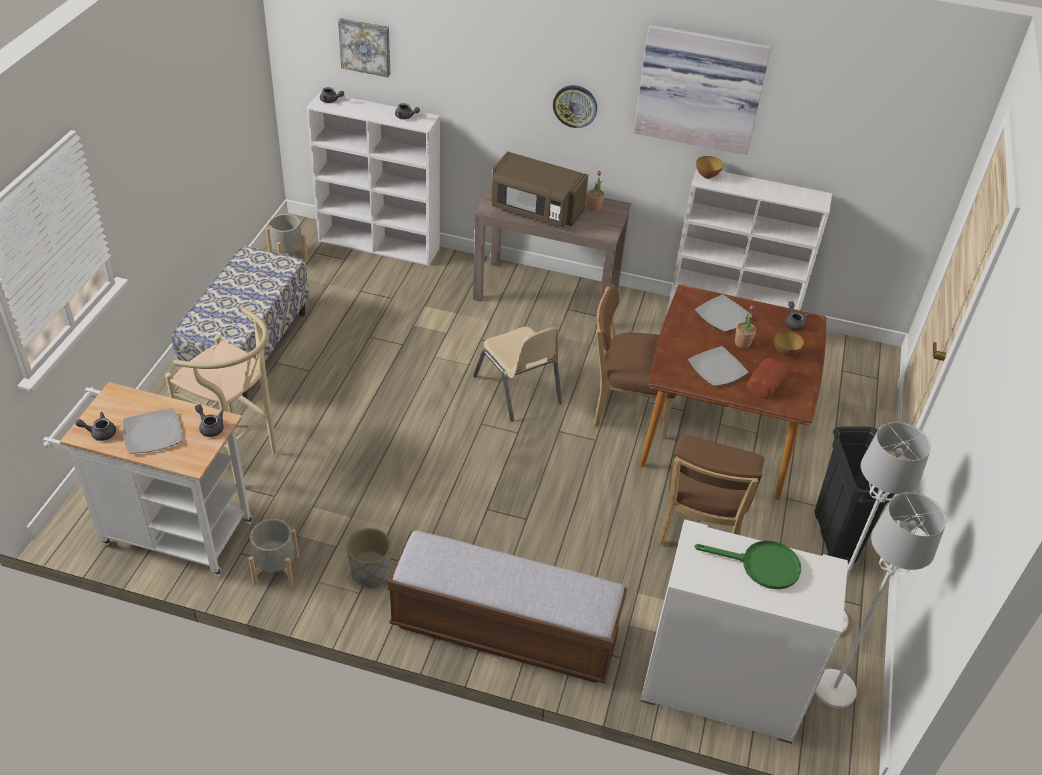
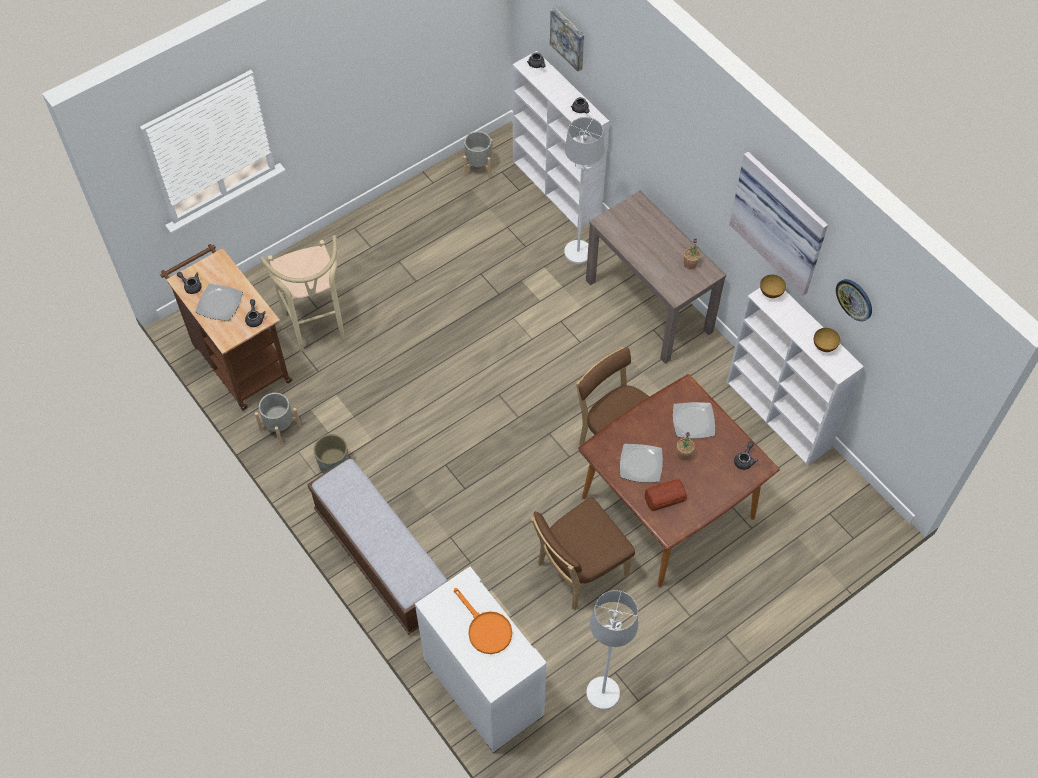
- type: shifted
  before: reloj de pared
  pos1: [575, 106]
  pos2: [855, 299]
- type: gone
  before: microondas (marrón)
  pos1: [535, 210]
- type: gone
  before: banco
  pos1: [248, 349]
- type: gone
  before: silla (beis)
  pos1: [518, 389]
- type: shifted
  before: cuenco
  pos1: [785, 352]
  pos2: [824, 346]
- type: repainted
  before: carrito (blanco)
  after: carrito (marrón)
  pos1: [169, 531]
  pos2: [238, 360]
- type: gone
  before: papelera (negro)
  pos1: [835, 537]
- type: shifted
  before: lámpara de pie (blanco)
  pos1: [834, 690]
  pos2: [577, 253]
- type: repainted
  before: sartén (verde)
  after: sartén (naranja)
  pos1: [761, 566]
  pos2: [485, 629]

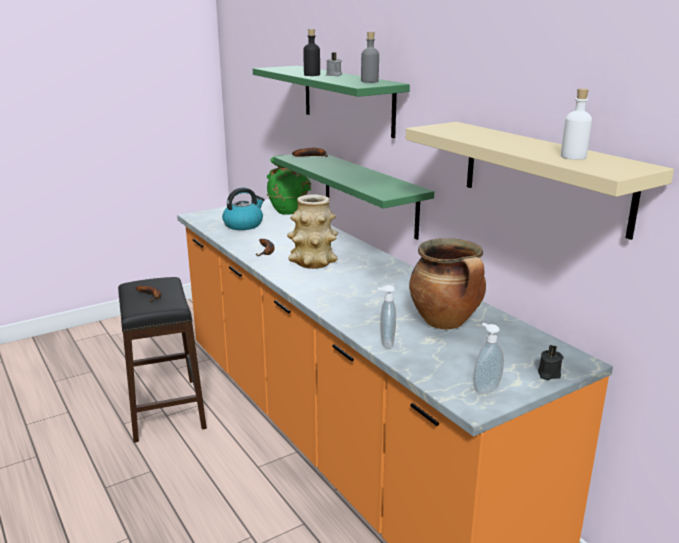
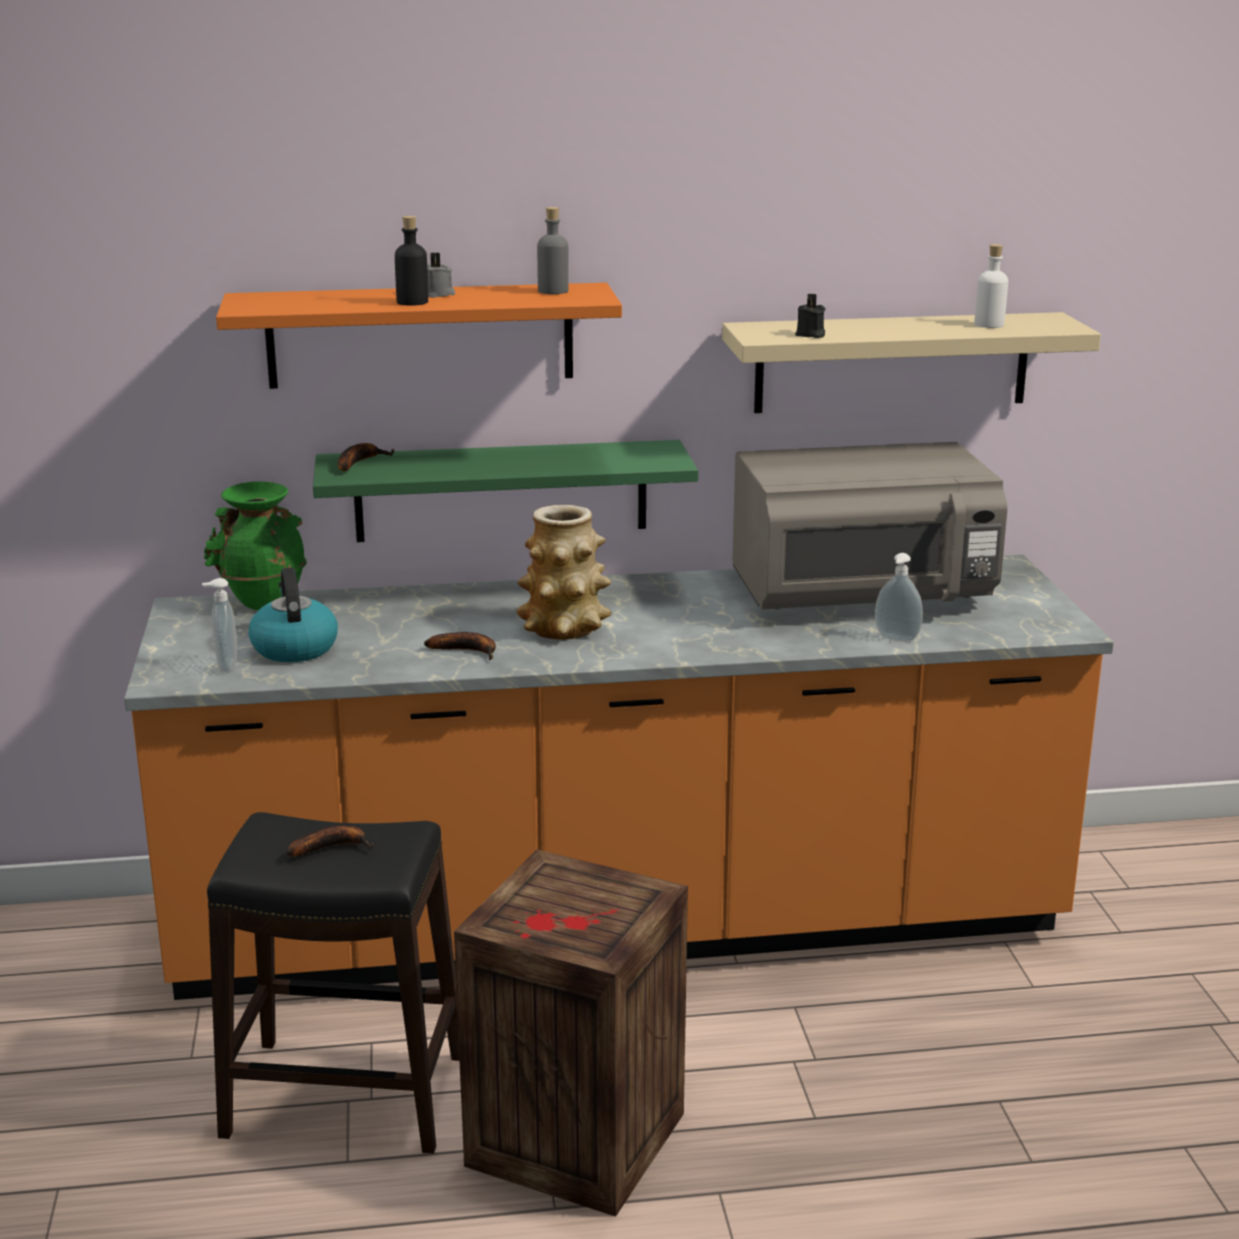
- type: repainted
  before: estante (verde)
  after: estante (naranja)
  pos1: [347, 99]
  pos2: [420, 335]
- type: swapped
  before: olla
  after: microondas (gris)
  pos1: [446, 323]
  pos2: [862, 596]
- type: shifted
  before: dispensador de jabón
  pos1: [485, 388]
  pos2: [224, 666]
- type: shifted
  before: vela (negro)
  pos1: [548, 374]
  pos2: [810, 335]
- type: new
  after: caja de embalaje
  pos2: [577, 1142]

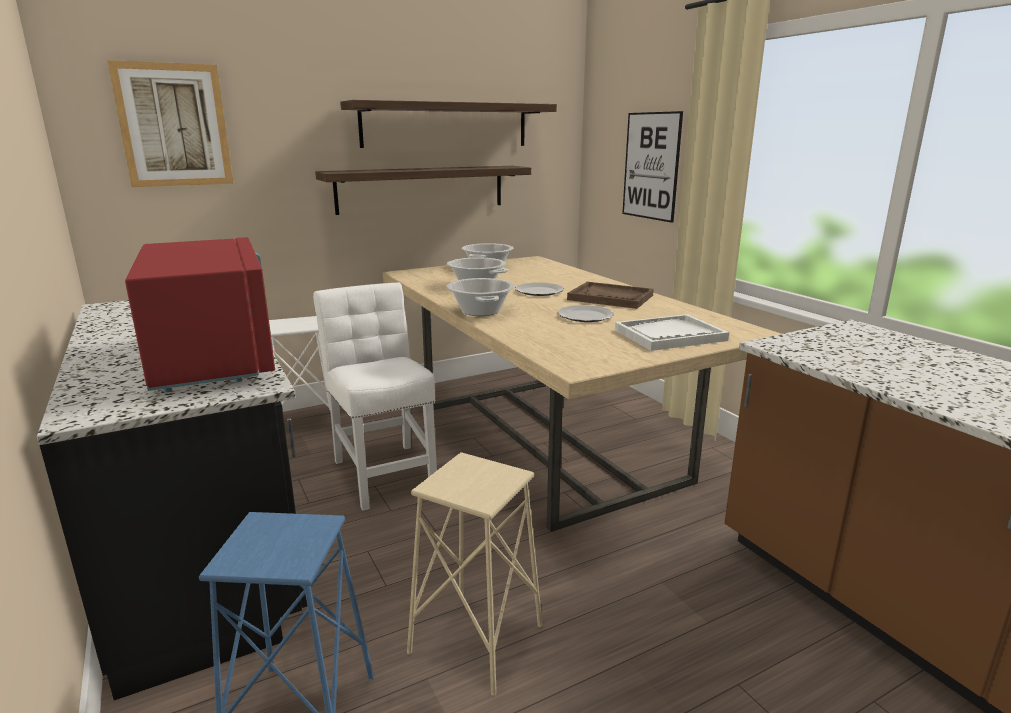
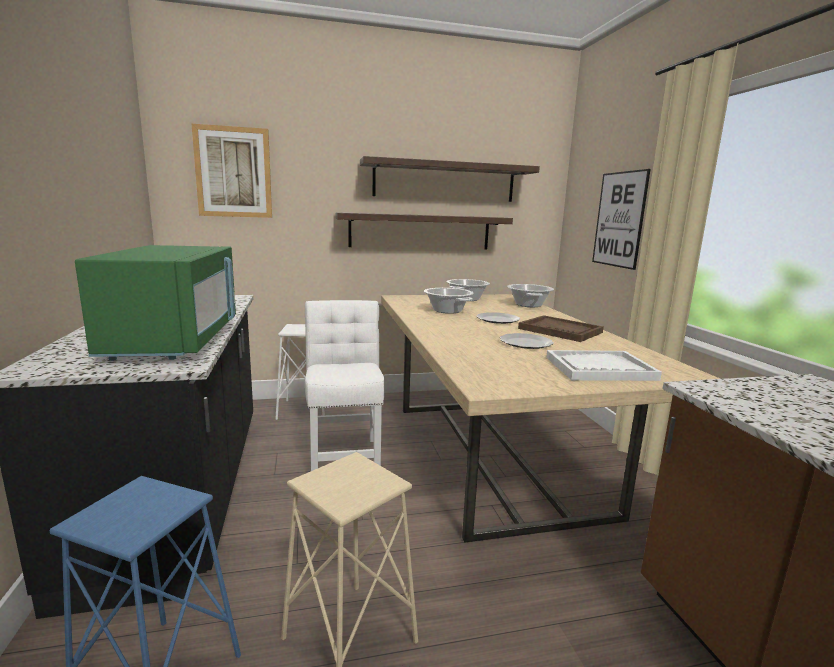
- type: repainted
  before: microondas (rojo)
  after: microondas (verde)
  pos1: [214, 359]
  pos2: [176, 340]
- type: shifted
  before: olla
  pos1: [481, 311]
  pos2: [529, 305]

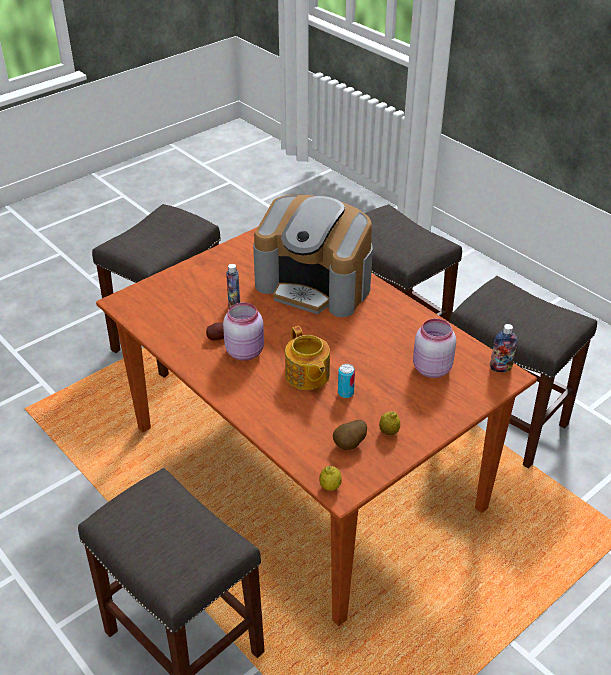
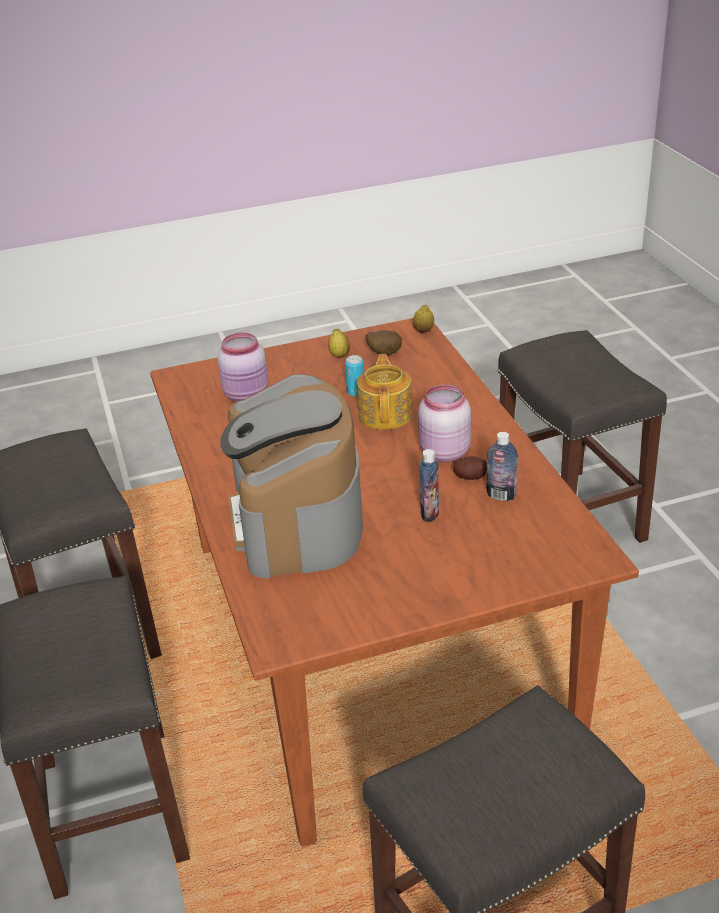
- type: rotated
  before: cafetera
  pos1: [315, 285]
  pos2: [296, 519]
  turn: -150
- type: shifted
  before: botella
  pos1: [500, 368]
  pos2: [501, 495]

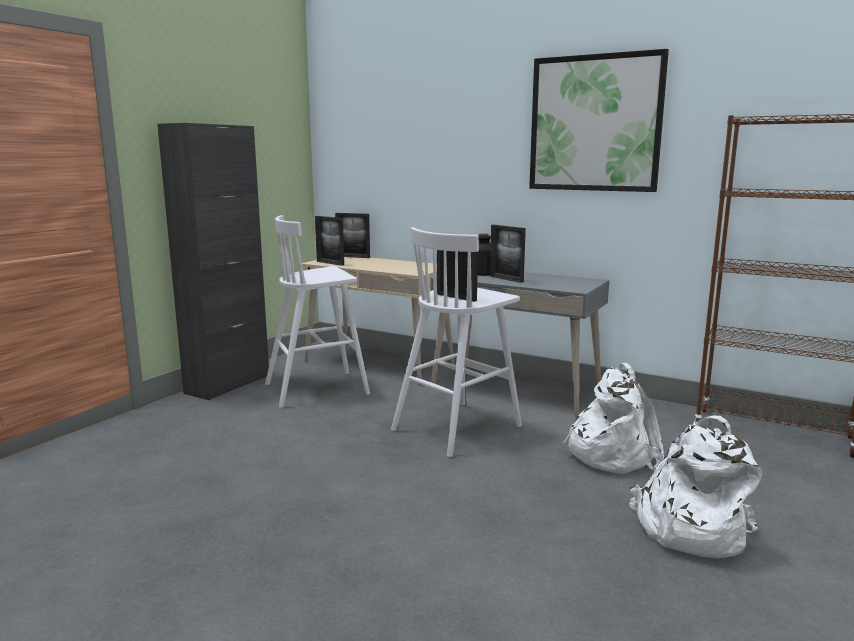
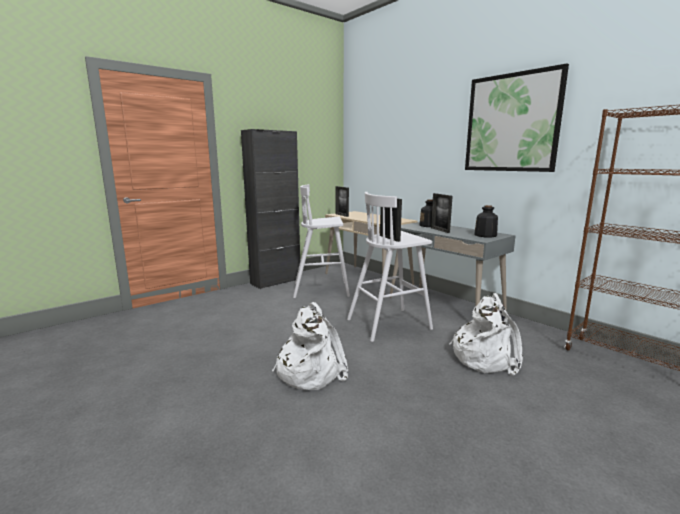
- type: gone
  before: portarretratos
  pos1: [353, 257]
- type: shifted
  before: mochila (blanco)
  pos1: [688, 529]
  pos2: [309, 372]
- type: new
  after: botella
  pos2: [485, 235]

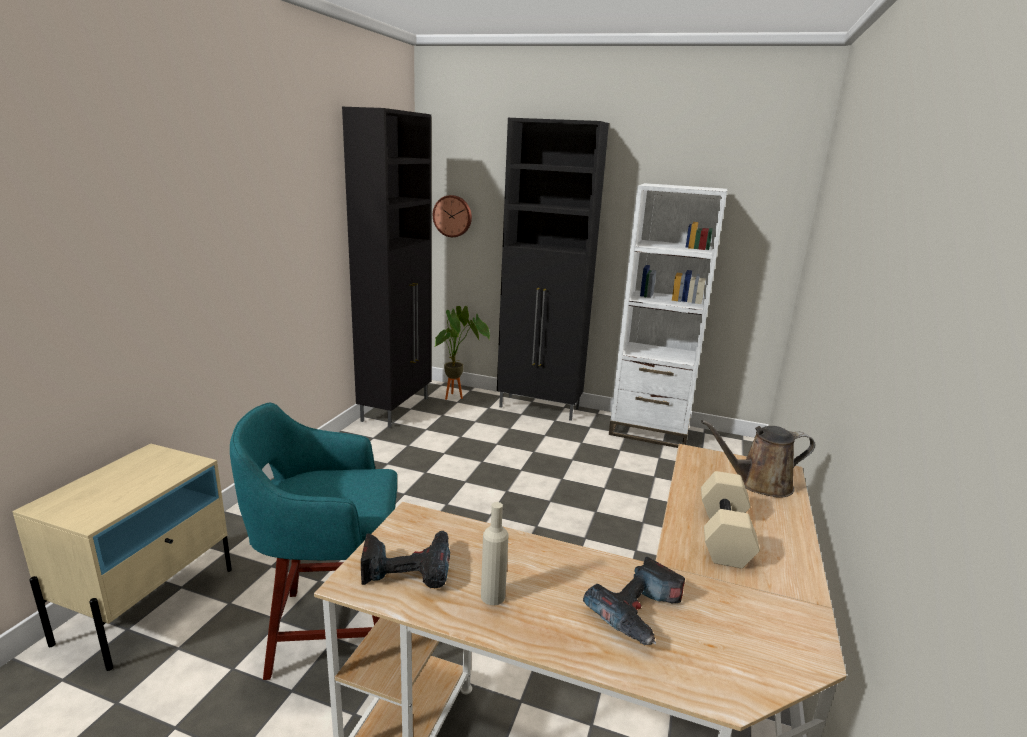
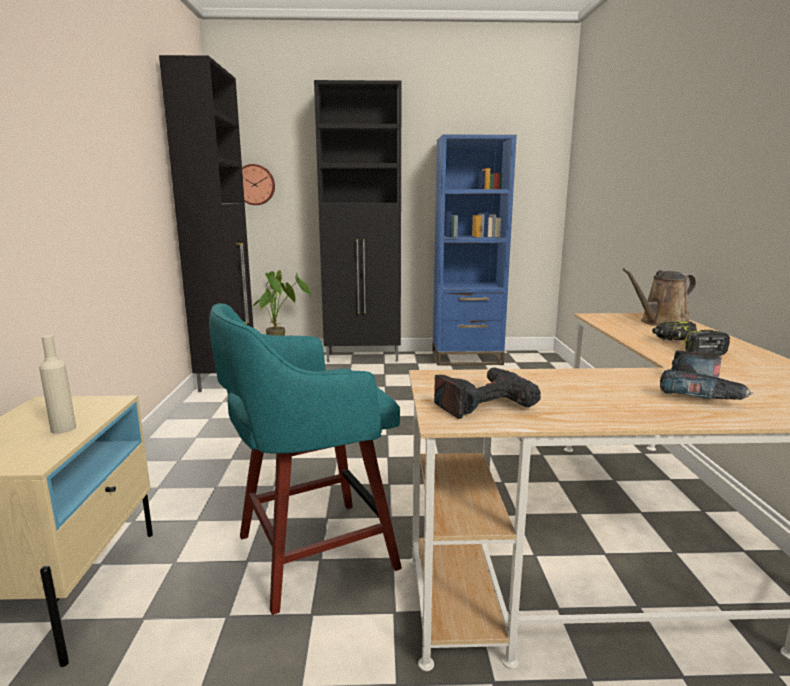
- type: repainted
  before: estantería (blanco)
  after: estantería (azul)
  pos1: [649, 431]
  pos2: [466, 358]
- type: swapped
  before: mancuerna (beis)
  after: taladro
  pos1: [725, 536]
  pos2: [685, 347]
- type: shifted
  before: botella (beis)
  pos1: [493, 596]
  pos2: [63, 429]

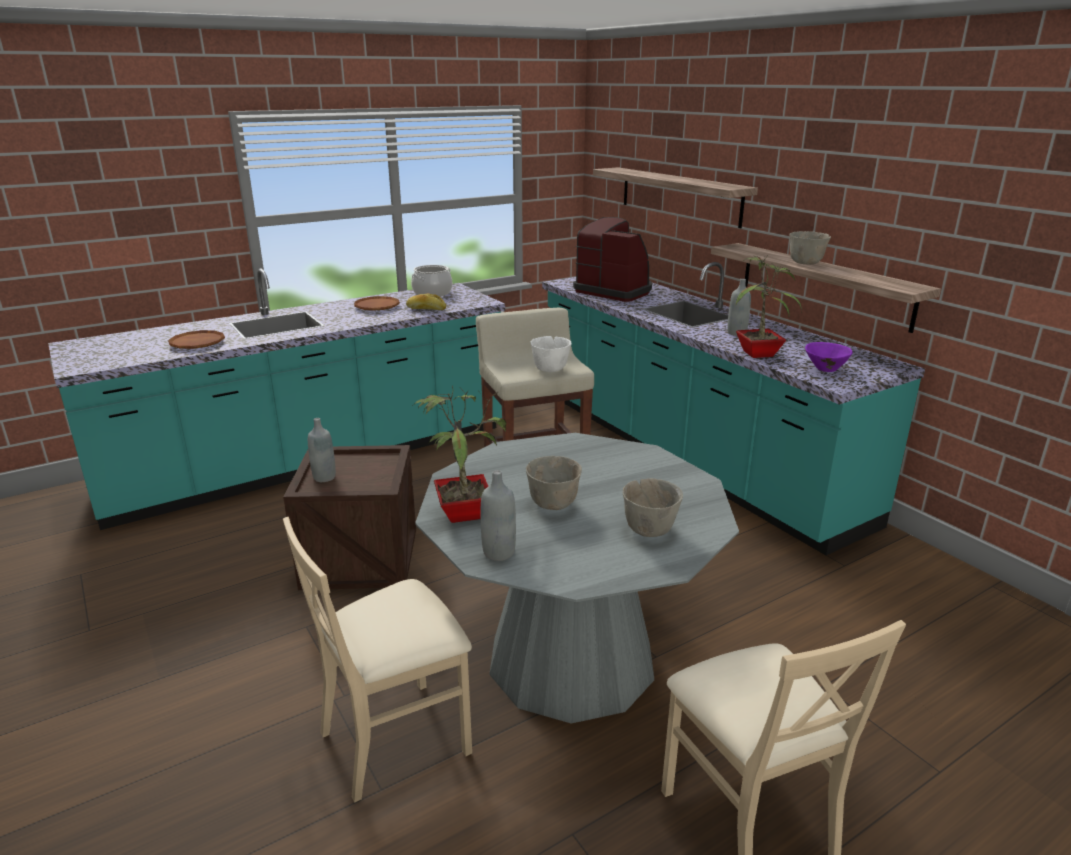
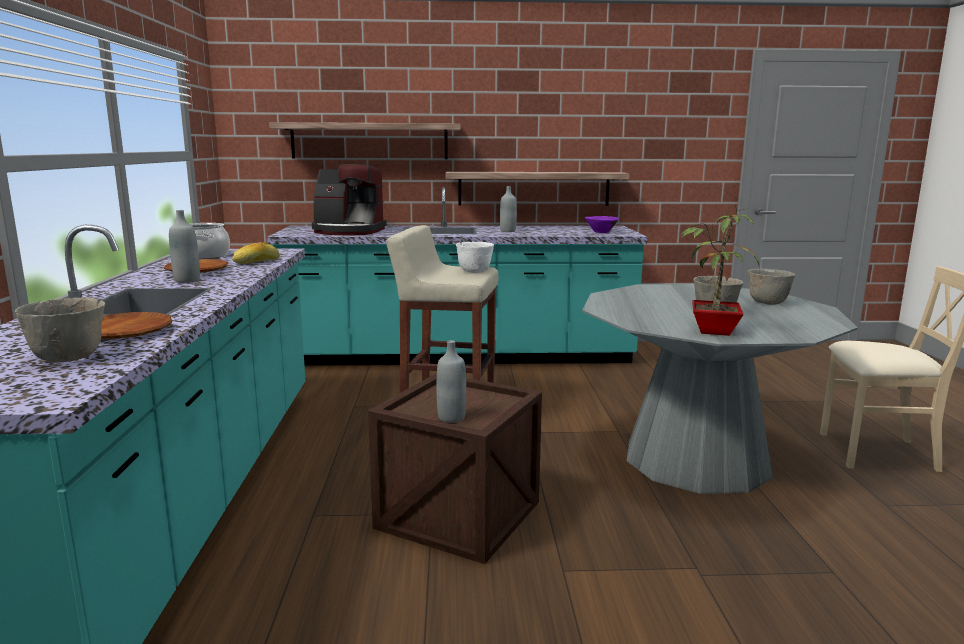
- type: rotated
  before: cafetera
  pos1: [614, 291]
  pos2: [348, 231]
  turn: -150
- type: shifted
  before: cuenco (gris)
  pos1: [806, 263]
  pos2: [70, 358]
- type: gone
  before: planta en maceta
  pos1: [760, 354]
- type: shifted
  before: botella (gris)
  pos1: [499, 552]
  pos2: [187, 280]
- type: gone
  before: silla (beis)
  pos1: [396, 738]

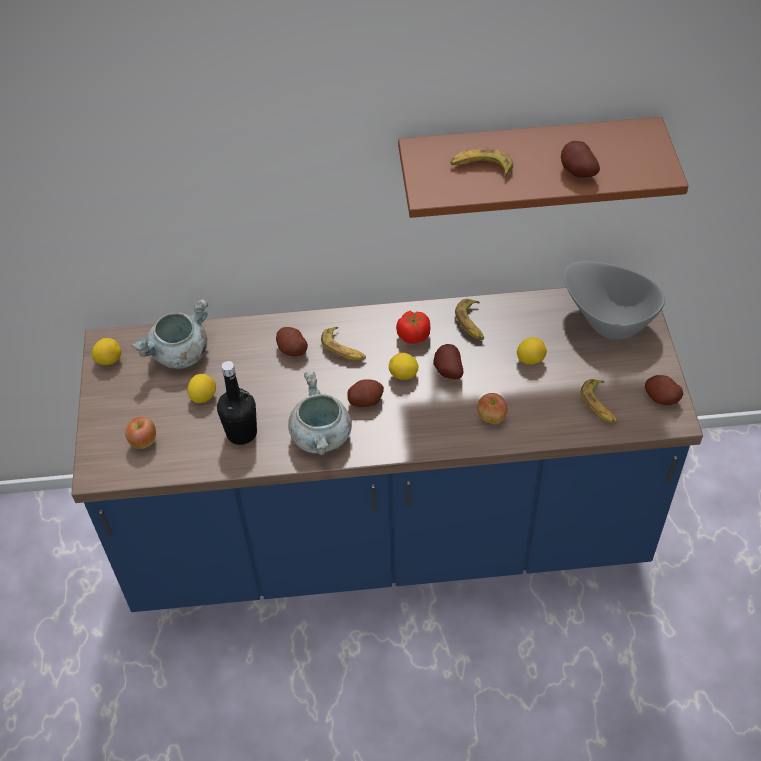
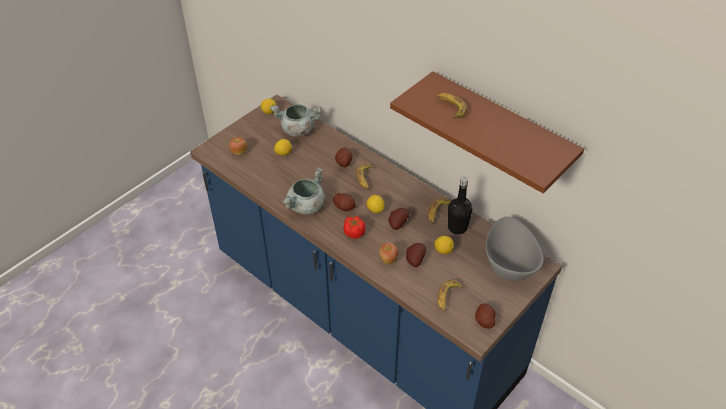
- type: shifted
  before: patata
  pos1: [576, 172]
  pos2: [414, 260]
- type: shifted
  before: tomate
  pos1: [413, 335]
  pos2: [354, 233]
- type: shifted
  before: botella (negro)
  pos1: [241, 433]
  pos2: [457, 227]

